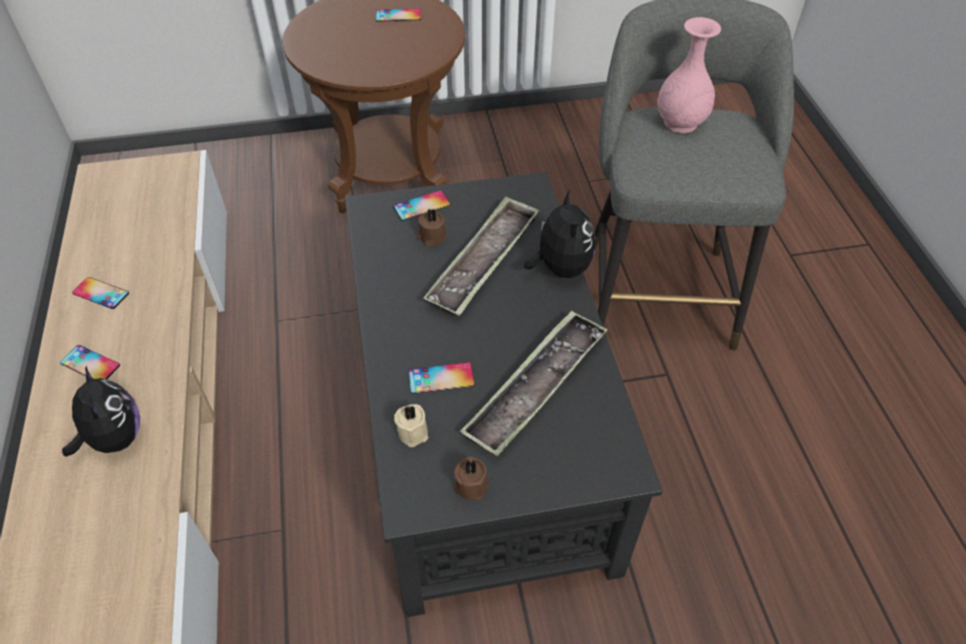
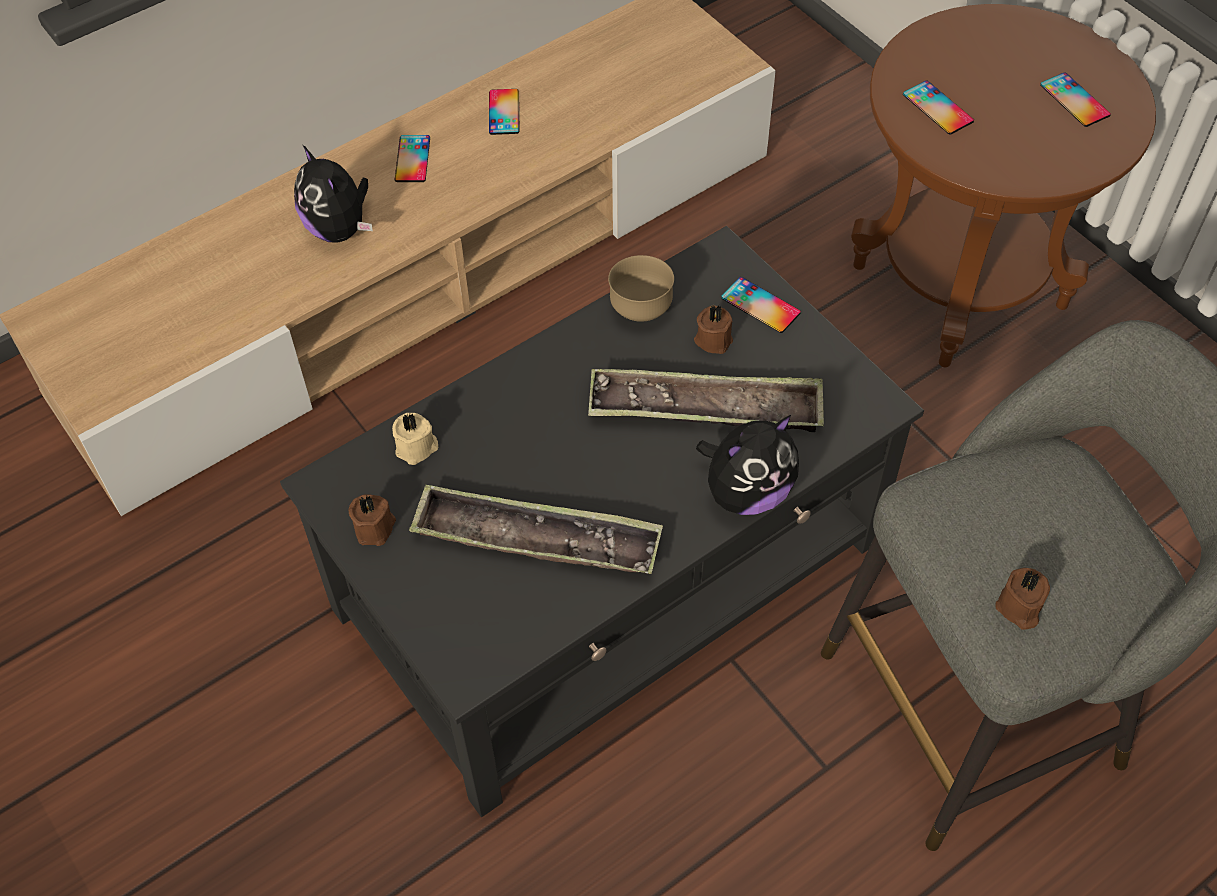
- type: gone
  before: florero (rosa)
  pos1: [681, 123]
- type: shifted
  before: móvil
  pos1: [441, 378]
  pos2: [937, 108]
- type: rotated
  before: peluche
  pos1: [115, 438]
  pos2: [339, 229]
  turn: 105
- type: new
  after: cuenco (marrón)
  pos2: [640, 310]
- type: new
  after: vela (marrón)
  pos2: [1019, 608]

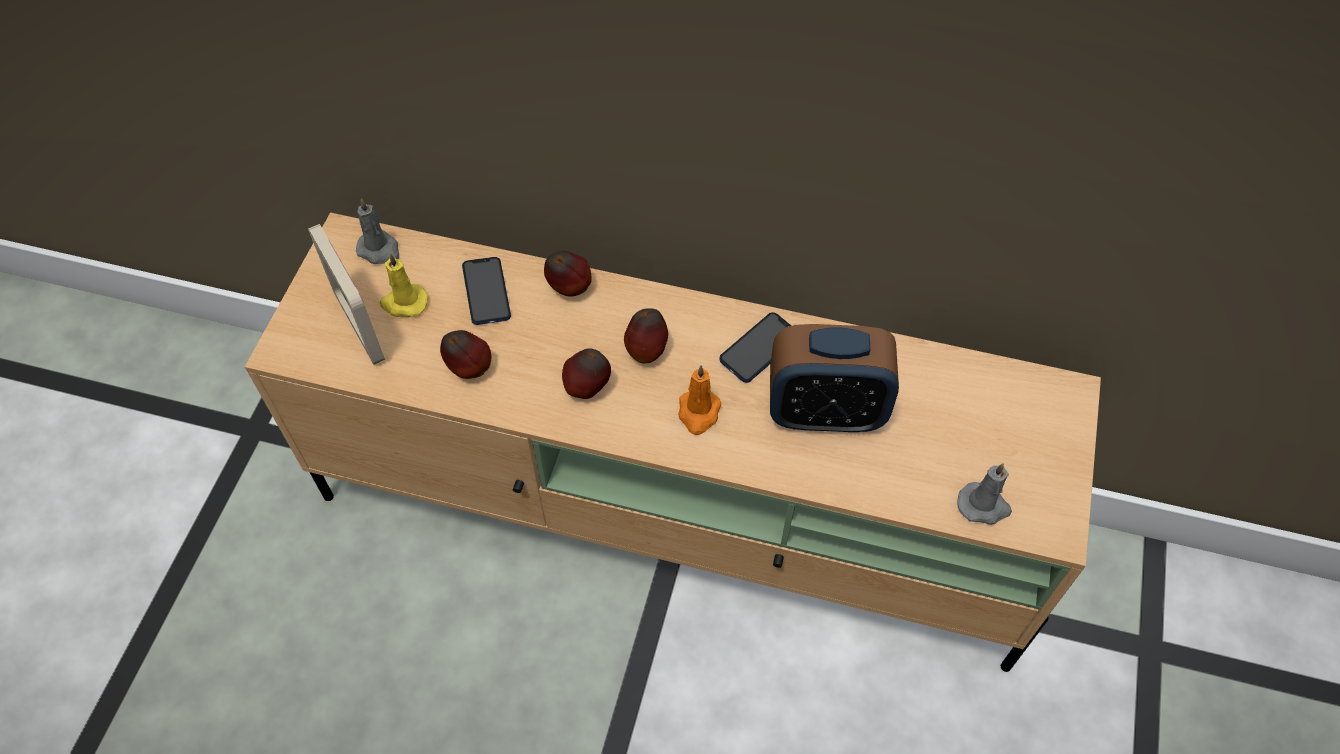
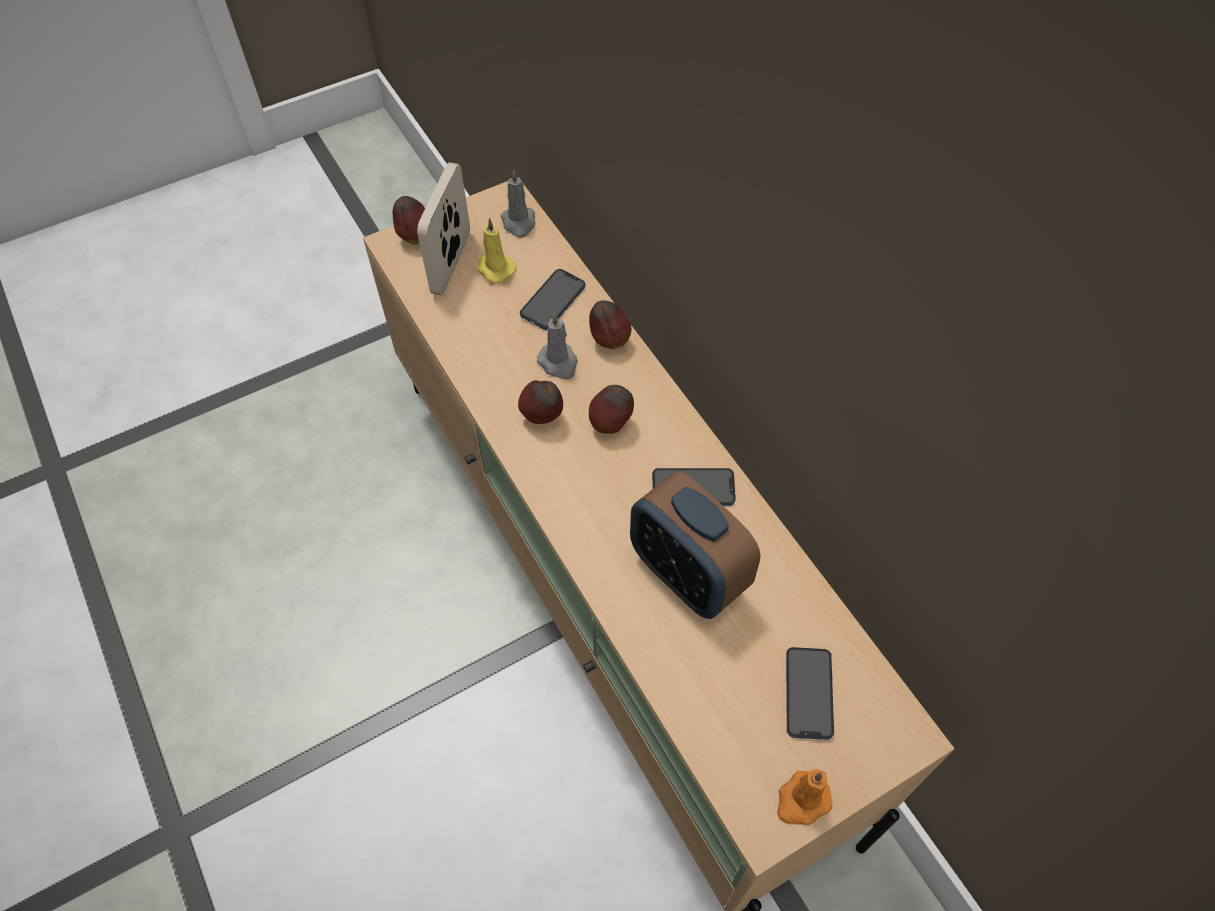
- type: shifted
  before: manzana
  pos1: [469, 369]
  pos2: [414, 237]
- type: shifted
  before: vela (naranja)
  pos1: [698, 413]
  pos2: [801, 801]
- type: shifted
  before: vela (gris)
  pos1: [984, 506]
  pos2: [559, 363]
- type: new
  after: móvil
  pos2: [808, 693]

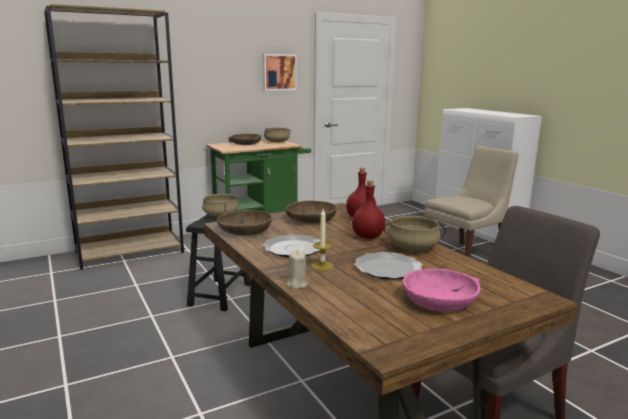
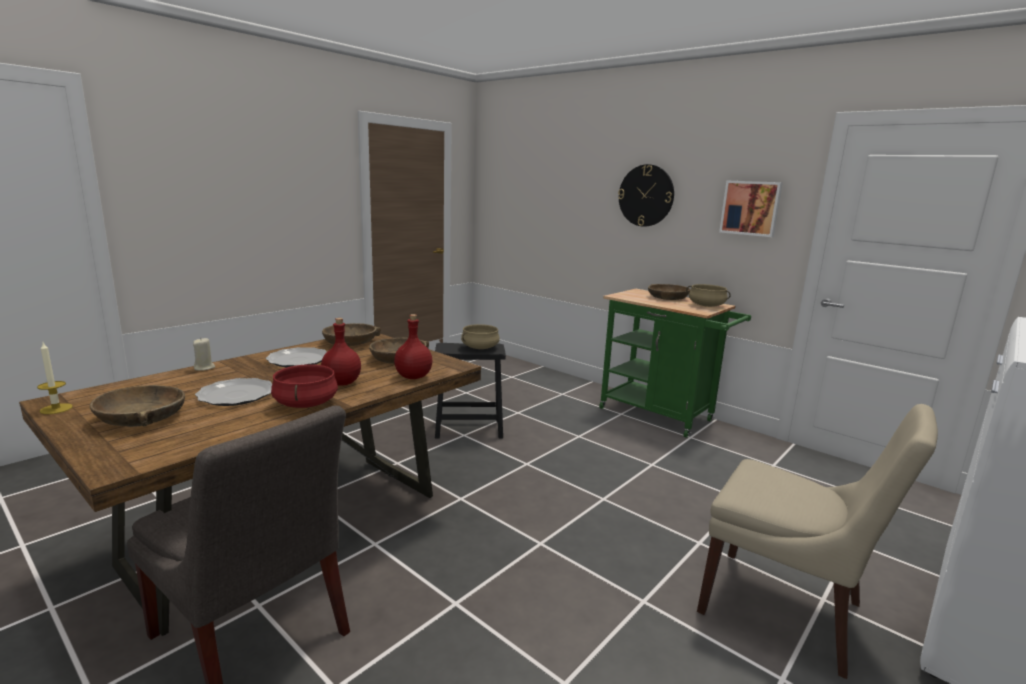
- type: gone
  before: estantería (marrón)
  pos1: [130, 252]
- type: shifted
  before: vela
  pos1: [322, 266]
  pos2: [56, 409]
- type: repainted
  before: olla (beis)
  after: olla (rojo)
  pos1: [413, 247]
  pos2: [305, 403]
- type: repainted
  before: cuenco (rosa)
  after: cuenco (marrón)
  pos1: [439, 300]
  pos2: [142, 417]
- type: new
  after: reloj de pared
  pos2: [646, 195]

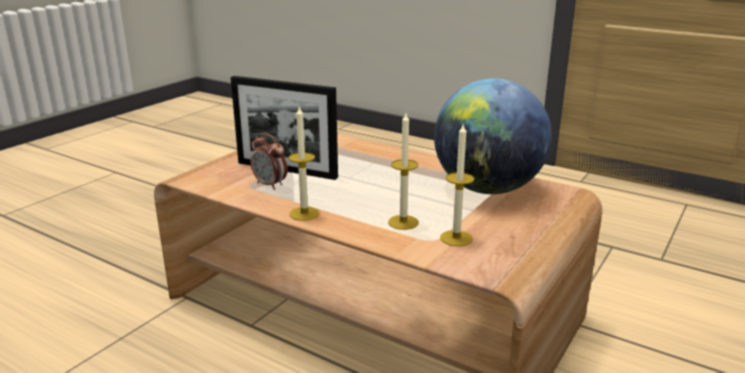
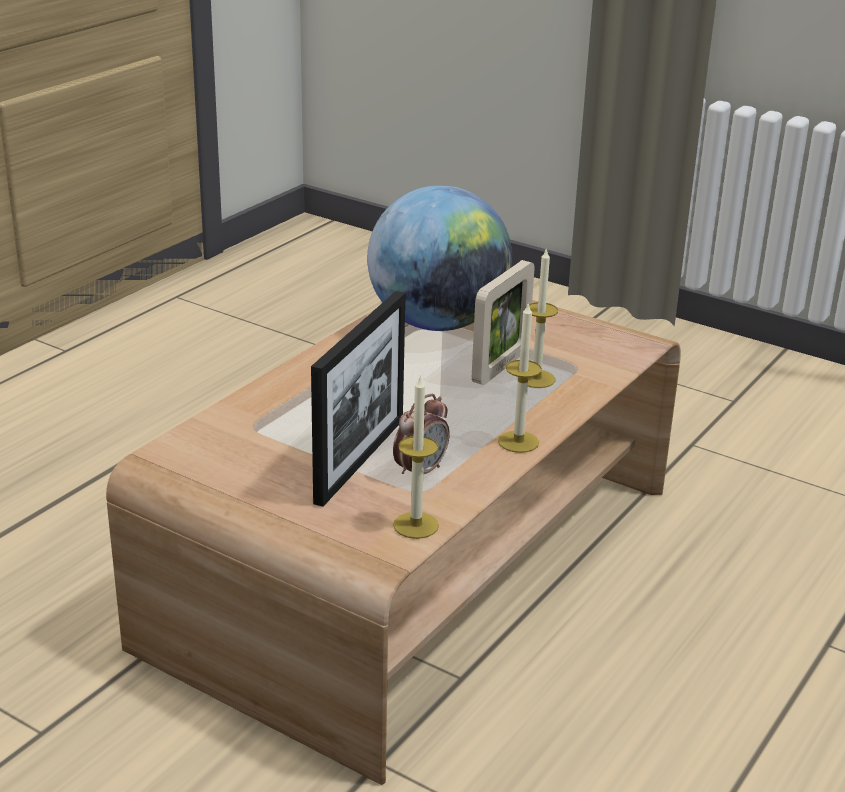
- type: shifted
  before: vela
  pos1: [456, 238]
  pos2: [416, 525]
- type: new
  after: portarretratos
  pos2: [500, 367]

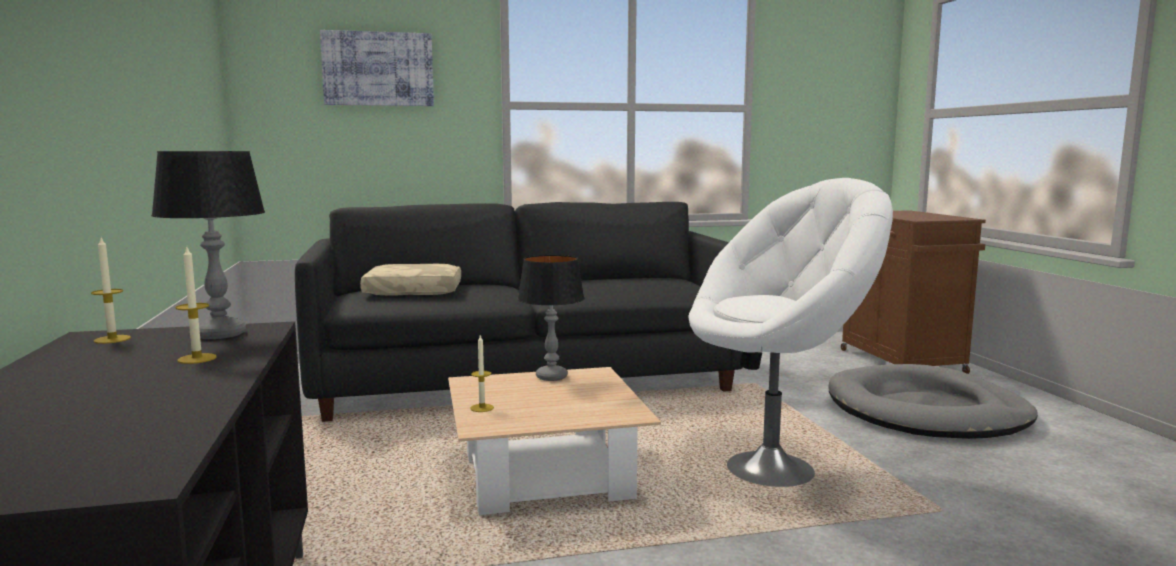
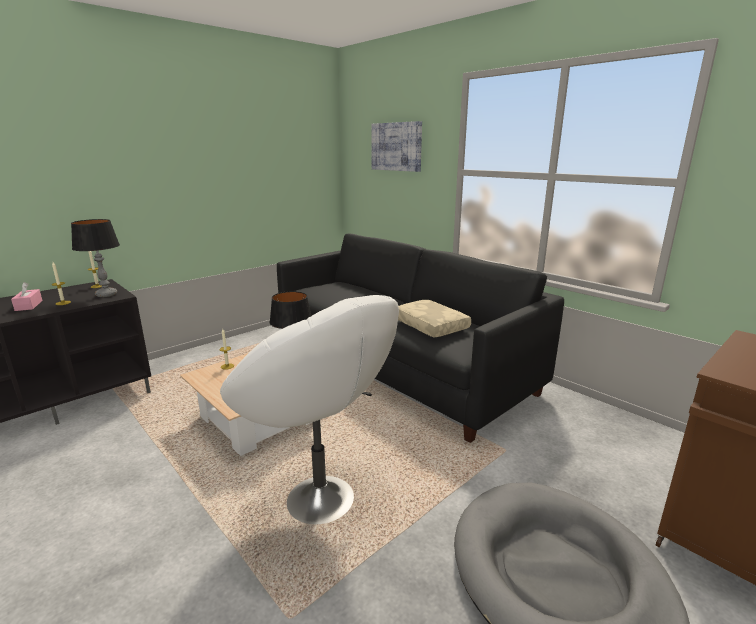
- type: shifted
  before: cojín (beis)
  pos1: [412, 292]
  pos2: [429, 326]
- type: new
  after: caja de pañuelos (rosa)
  pos2: [29, 305]

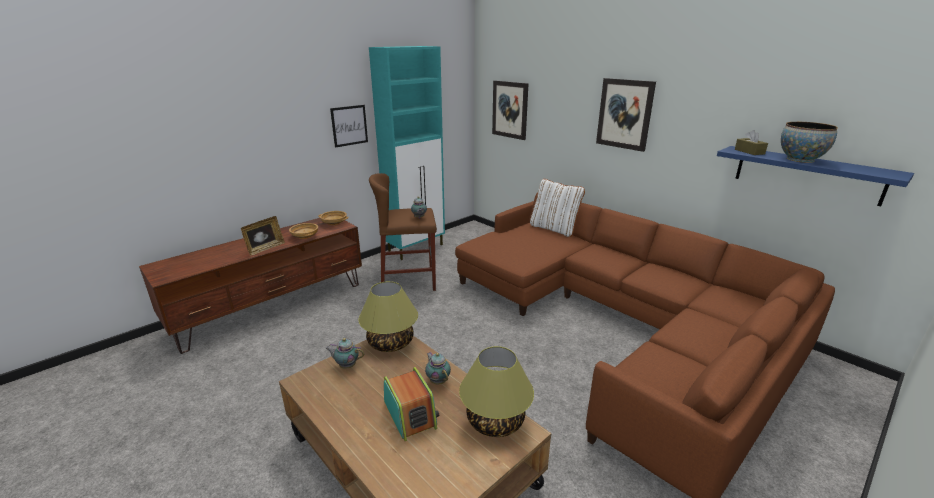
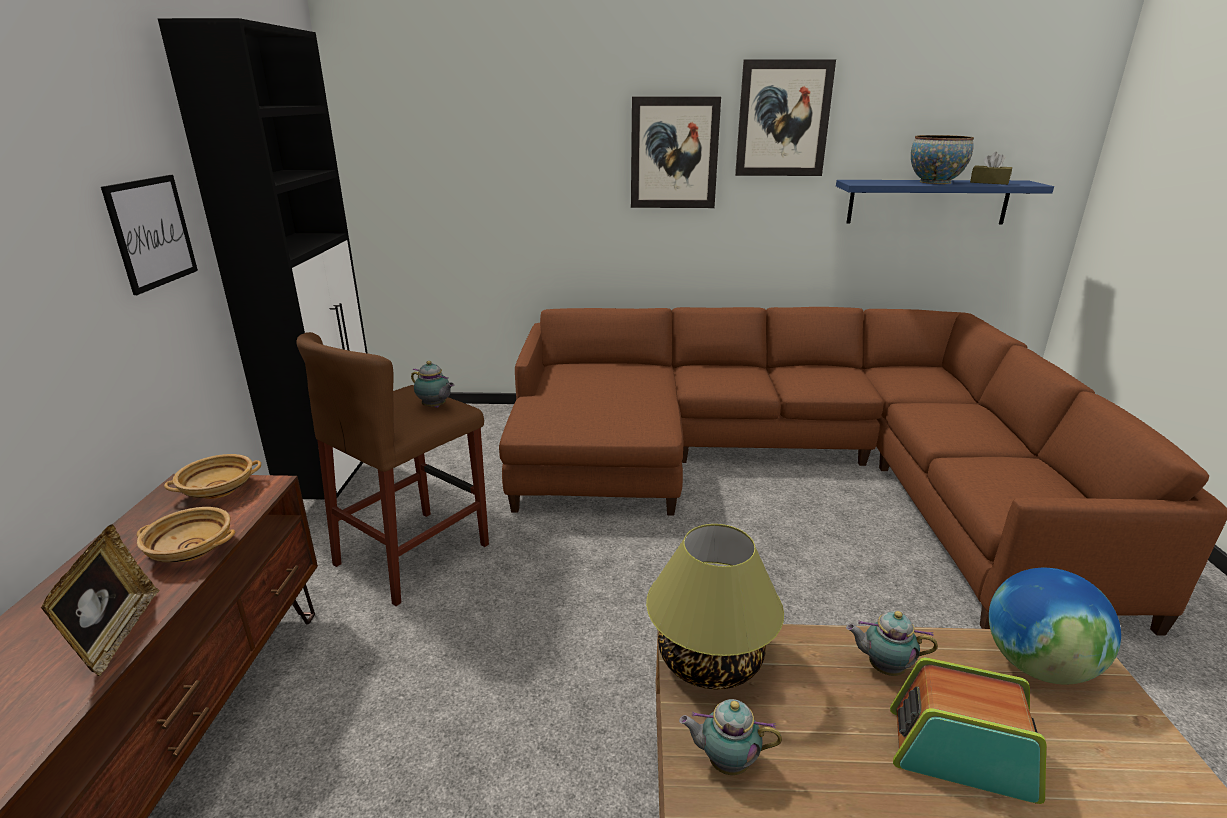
- type: repainted
  before: armario (turquesa)
  after: armario (negro)
  pos1: [416, 248]
  pos2: [338, 489]
- type: shifted
  before: cuadro
  pos1: [510, 109]
  pos2: [783, 119]
- type: shifted
  before: caja de pañuelos (marrón)
  pos1: [749, 152]
  pos2: [989, 182]
- type: gone
  before: cojín (blanco)
  pos1: [554, 229]
- type: rotated
  before: tetera
  pos1: [346, 366]
  pos2: [725, 762]
  turn: 45
- type: swapped
  before: lámpara de mesa
  after: globo terráqueo
  pos1: [495, 421]
  pos2: [1037, 665]

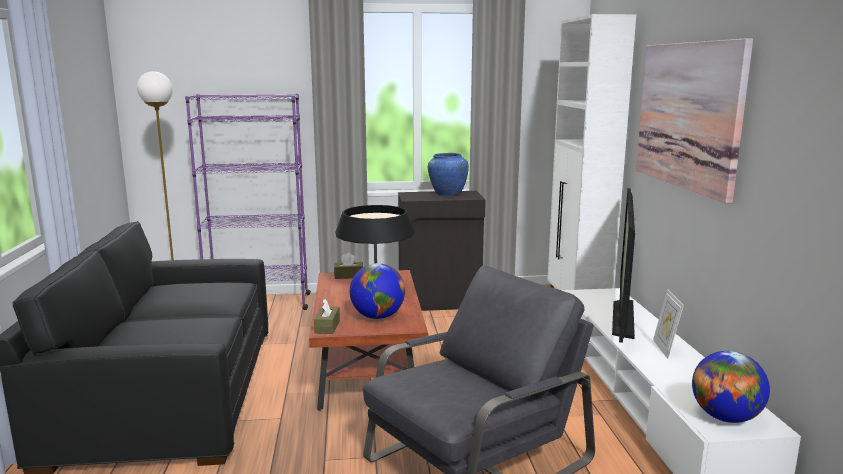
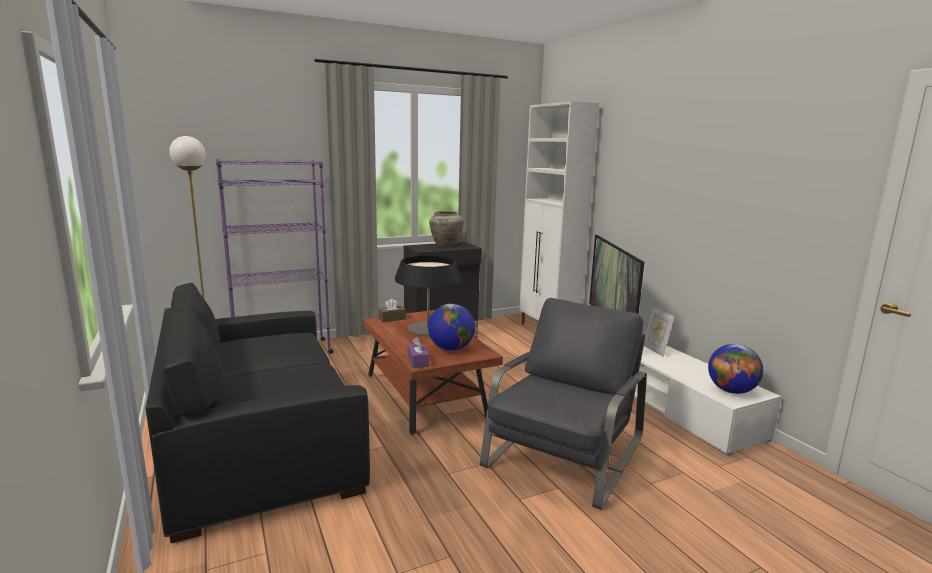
- type: gone
  before: cuadro
  pos1: [688, 115]
- type: repainted
  before: florero (azul)
  after: florero (beis)
  pos1: [447, 193]
  pos2: [445, 244]
- type: repainted
  before: caja de pañuelos (marrón)
  after: caja de pañuelos (morado)
  pos1: [327, 327]
  pos2: [418, 361]

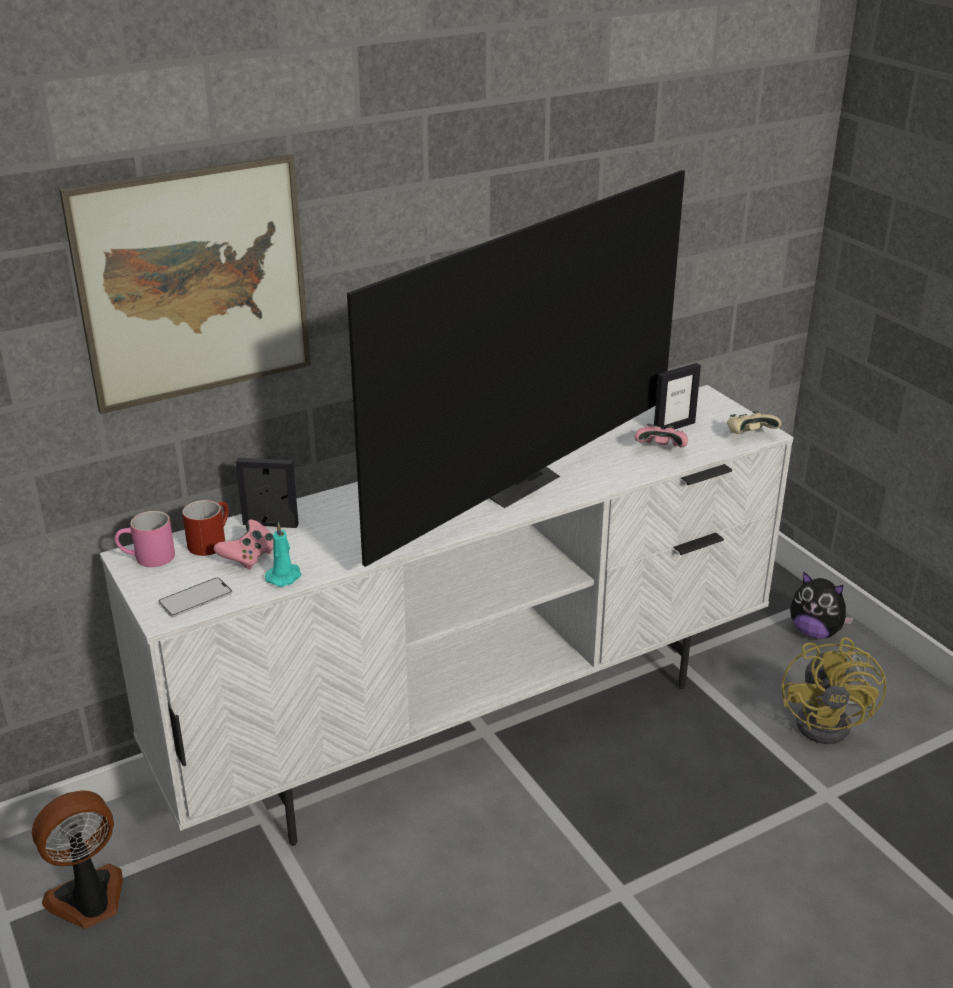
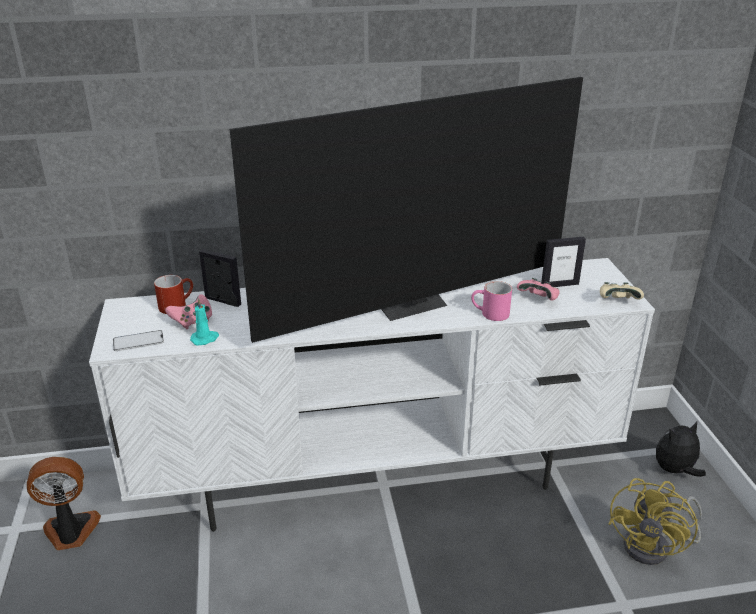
- type: gone
  before: cuadro
  pos1: [194, 283]
- type: shifted
  before: taza grande (rosa)
  pos1: [147, 559]
  pos2: [490, 314]
- type: rotated
  before: peluche
  pos1: [815, 632]
  pos2: [675, 470]
  turn: 105

